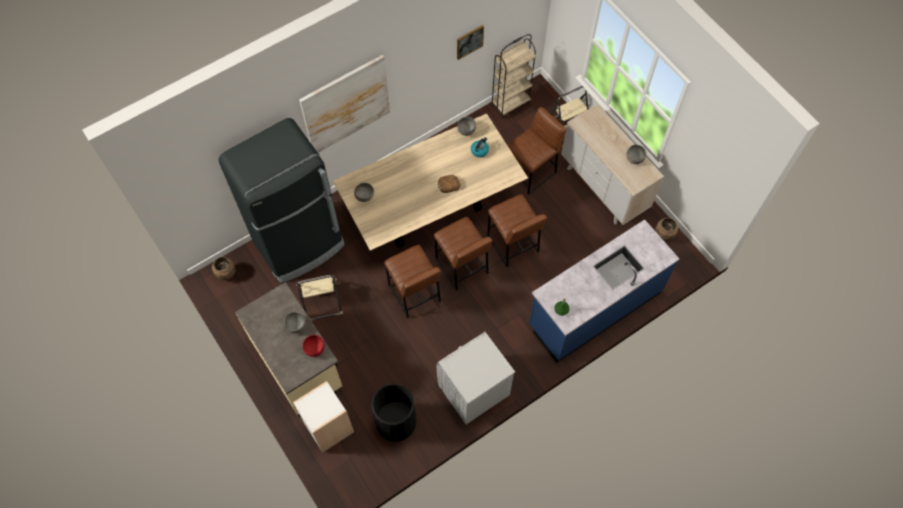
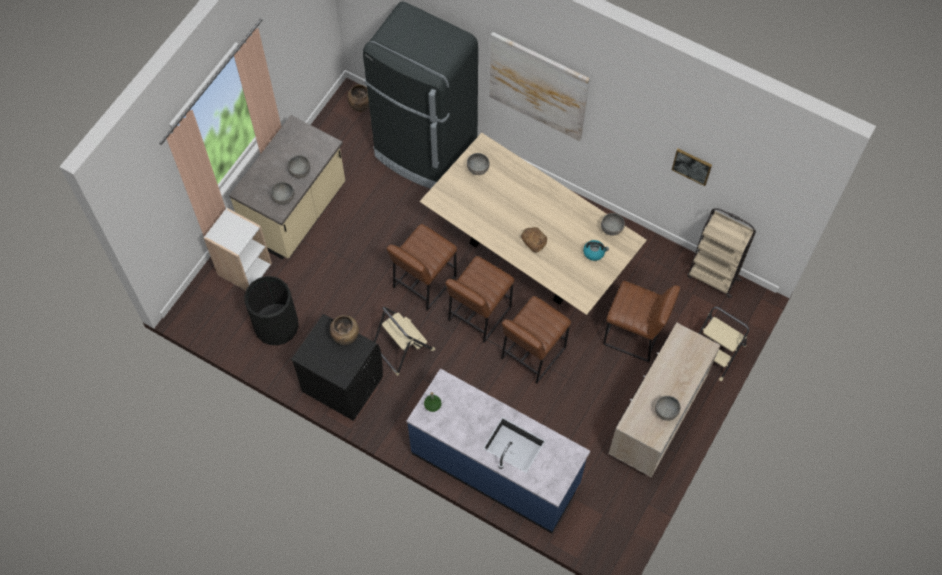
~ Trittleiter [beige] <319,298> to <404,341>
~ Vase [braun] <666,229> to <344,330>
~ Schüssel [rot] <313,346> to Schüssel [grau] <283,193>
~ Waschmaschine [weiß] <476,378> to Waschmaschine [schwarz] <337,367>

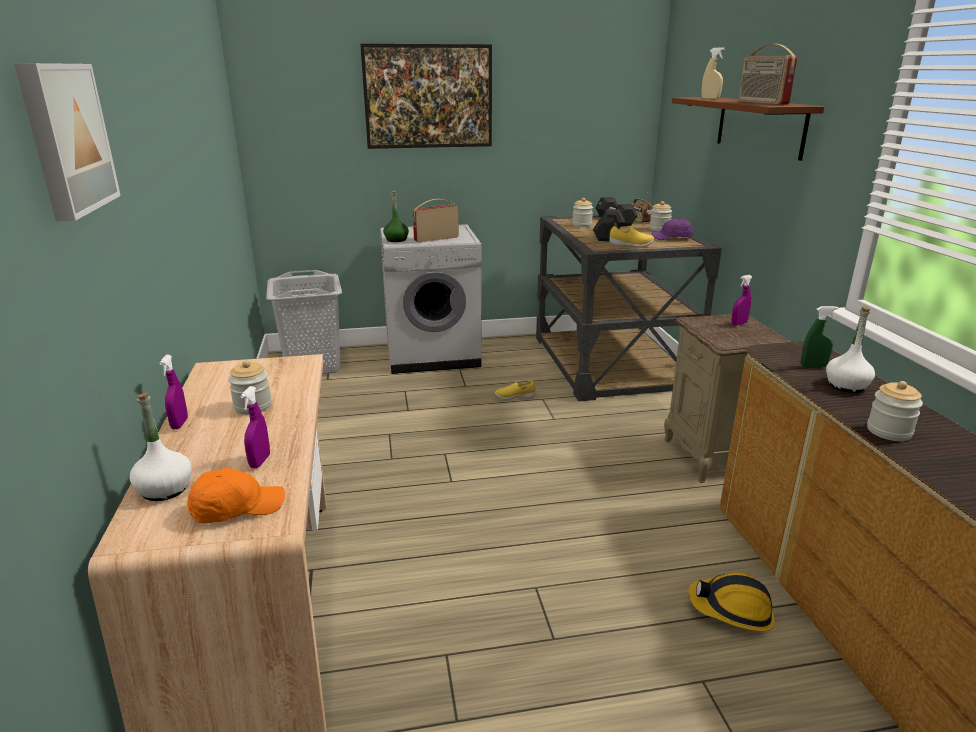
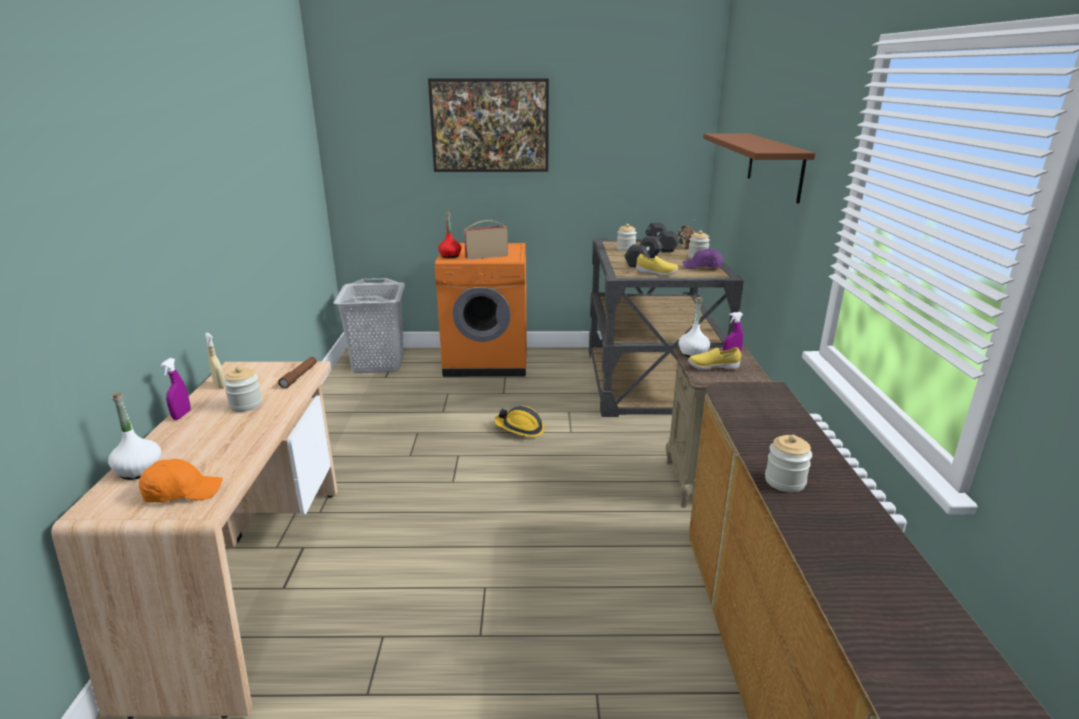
- Bild <67,142>
- Sprühflasche [lila] <255,427>
- Radio <767,74>
- Sprühflasche [grün] <819,337>
+ Taschenlampe [braun] <297,373>
~ Schuh [gelb] <515,390> to <714,358>
~ Schutzhelm <732,602> to <519,421>
~ Sprühflasche [beige] <713,73> to <215,360>
~ Flasche [weiß] <850,349> to <694,327>
~ Waschmaschine [weiß] <431,299> to Waschmaschine [orange] <480,310>
~ Flasche [grün] <396,216> to Flasche [rot] <449,235>

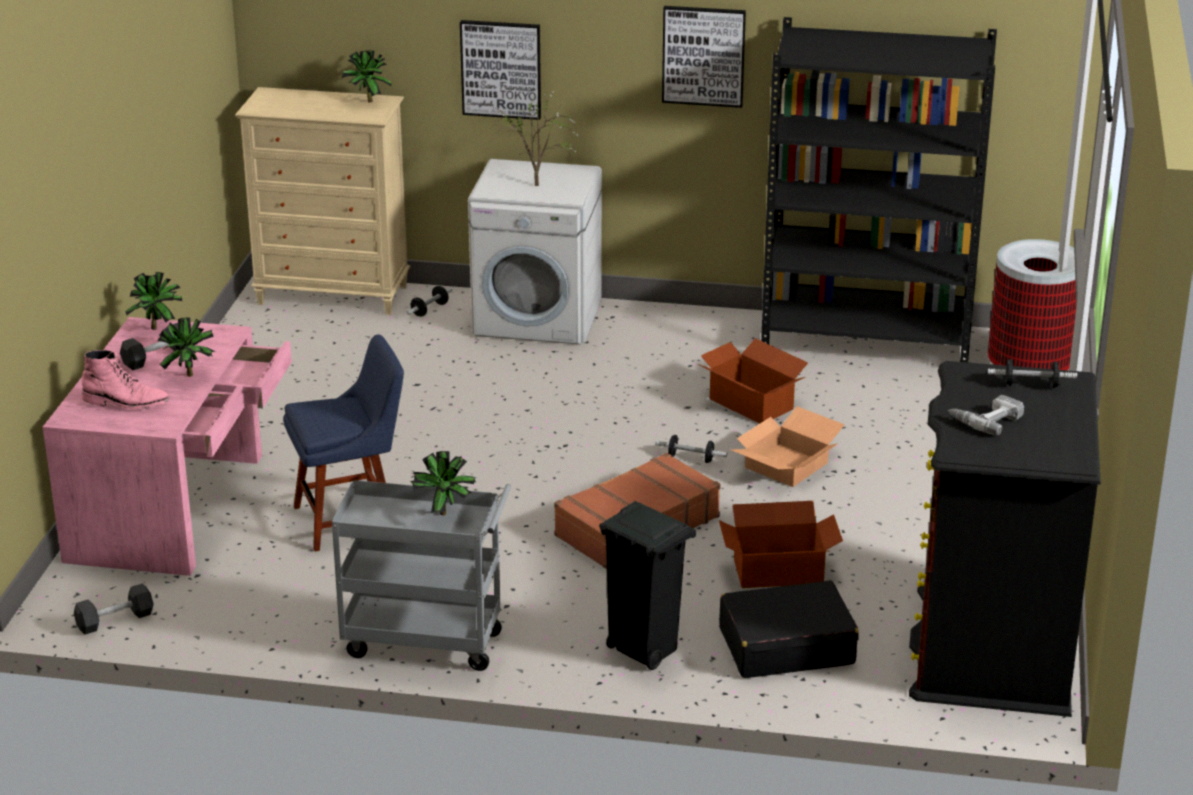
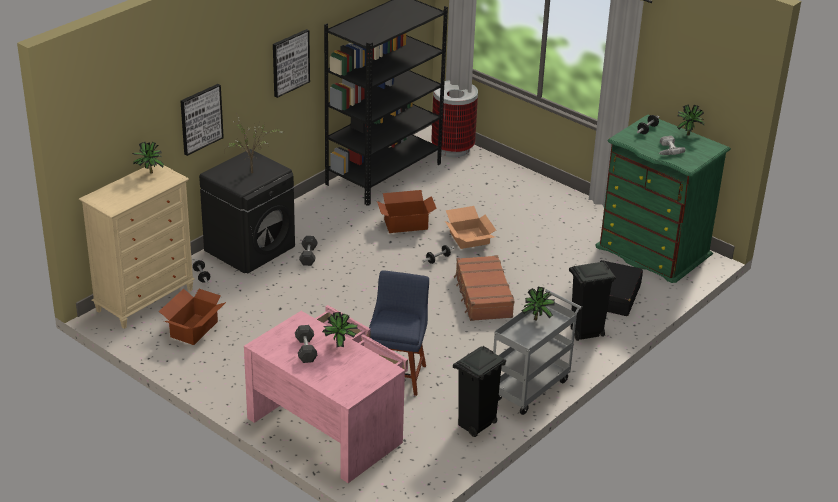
- Stiefel [rosa] <126,379>
+ Mülleimer [schwarz] <479,391>
~ Hantel [grau] <114,609> to <308,251>
~ Topfpflanze <153,301> to <691,120>
~ Karton <781,544> to <192,317>
~ Waschmaschine [weiß] <535,252> to Waschmaschine [schwarz] <247,211>
~ Kommode [schwarz] <1005,539> to Kommode [grün] <663,198>

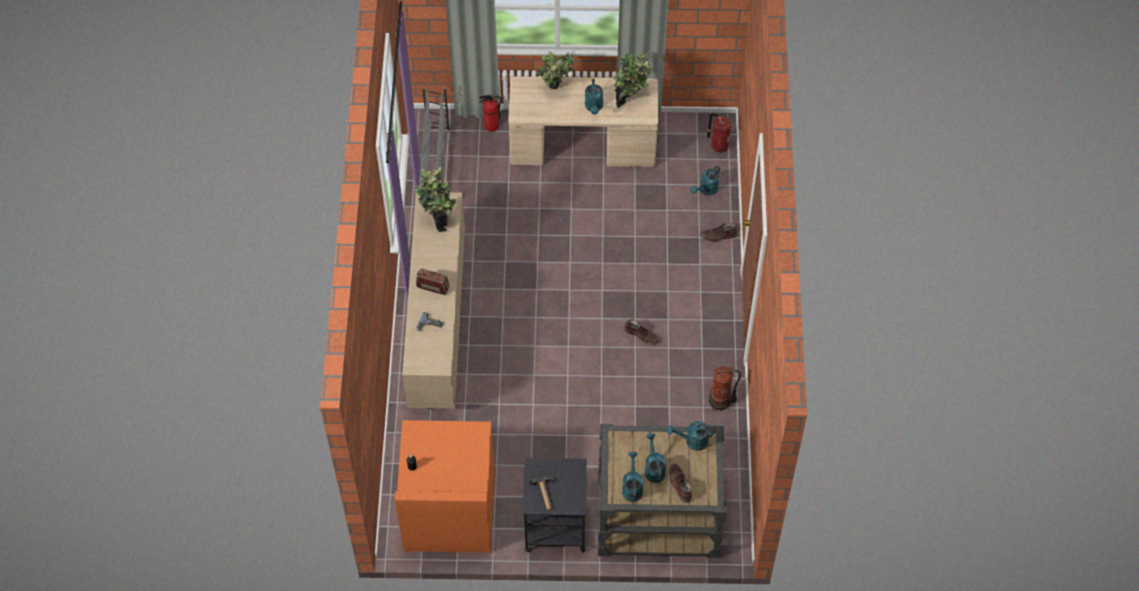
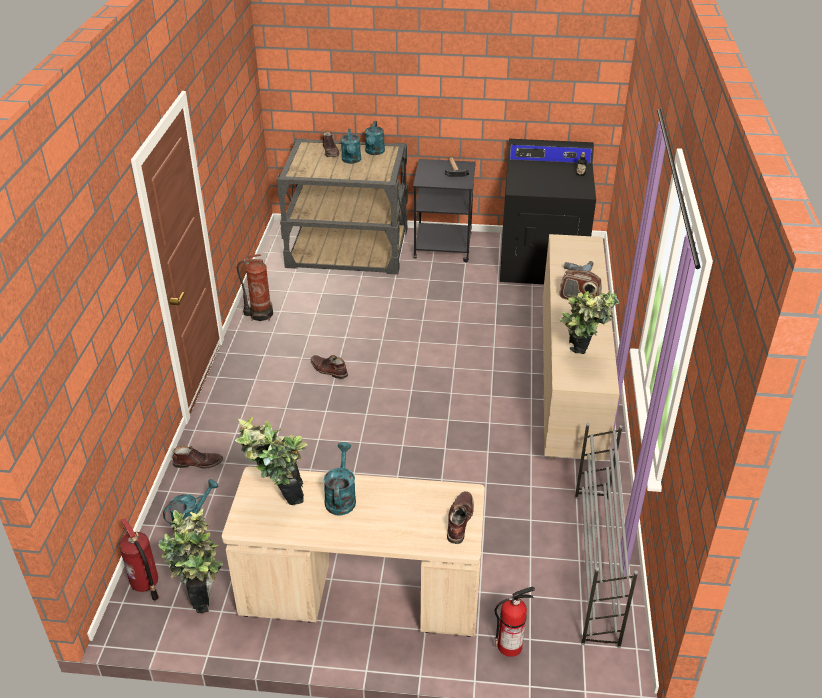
- Gießkanne [türkis] <691,435>
+ Stiefel [braun] <460,517>
~ Topfpflanze <555,70> to <190,561>
~ Waschmaschine [orange] <445,486> to Waschmaschine [schwarz] <548,211>

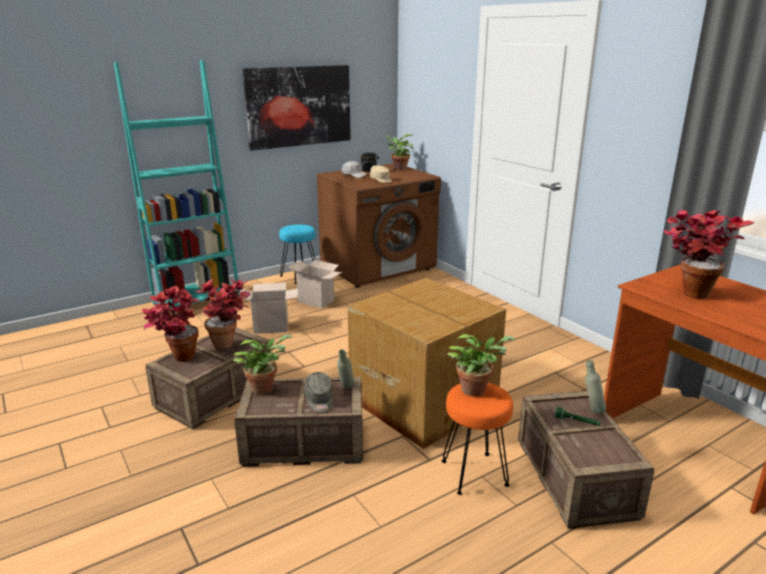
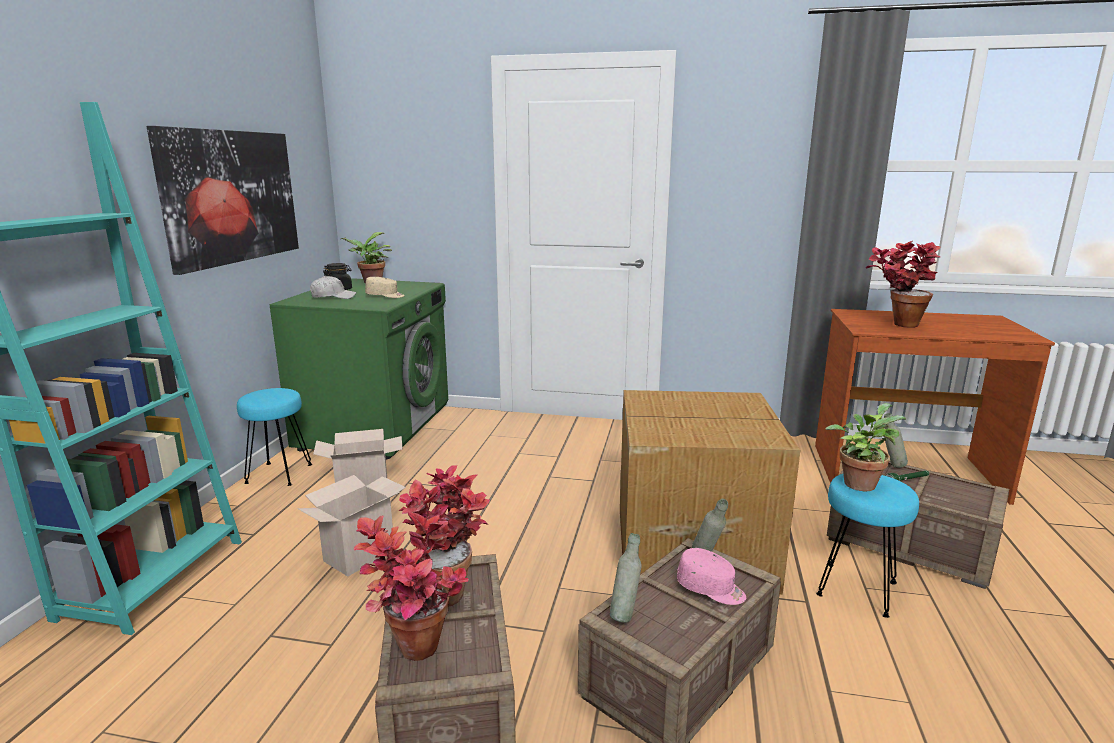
~ Topfpflanze <262,364> to Flasche [grau] <626,578>
~ Kappe [grau] <318,392> to Kappe [rosa] <711,576>
~ Waschmaschine [braun] <379,226> to Waschmaschine [grün] <359,368>
~ Hocker [orange] <477,439> to Hocker [türkis] <867,546>

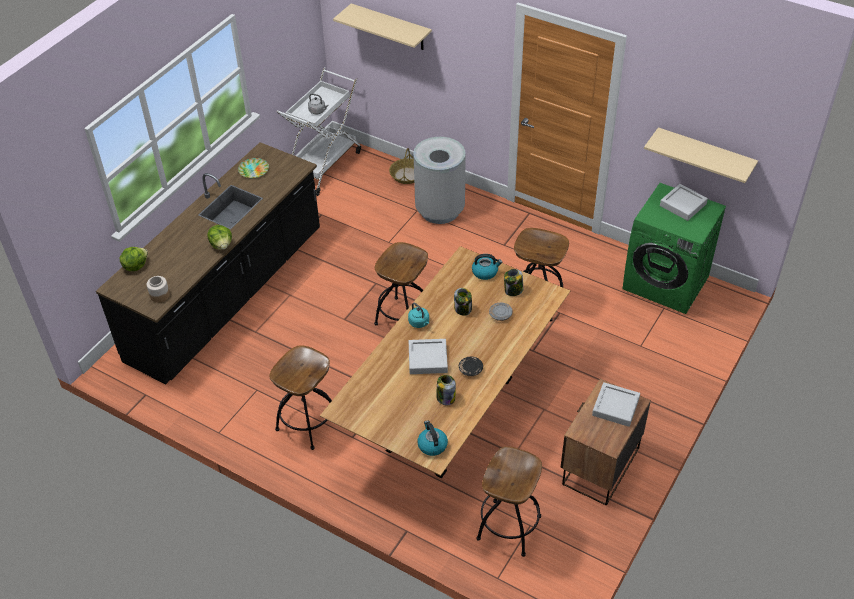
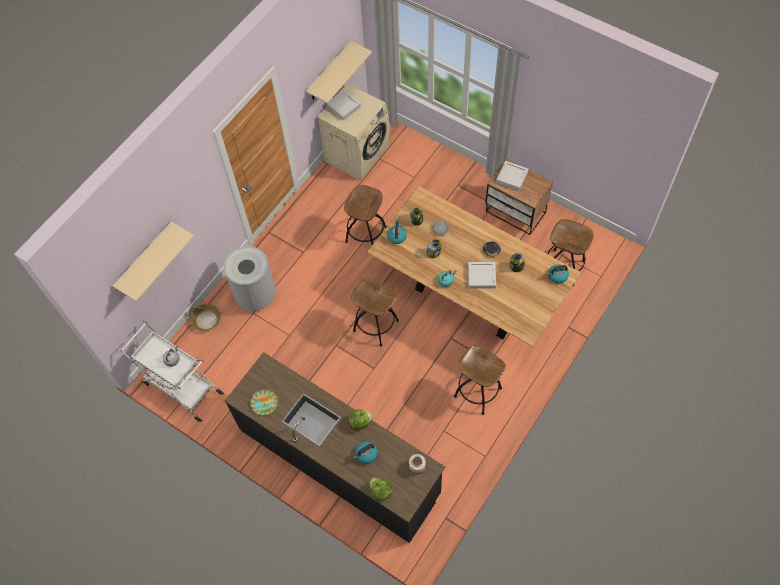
+ Wasserkessel <365,453>
~ Waschmaschine [grün] <674,248> to Waschmaschine [beige] <353,131>

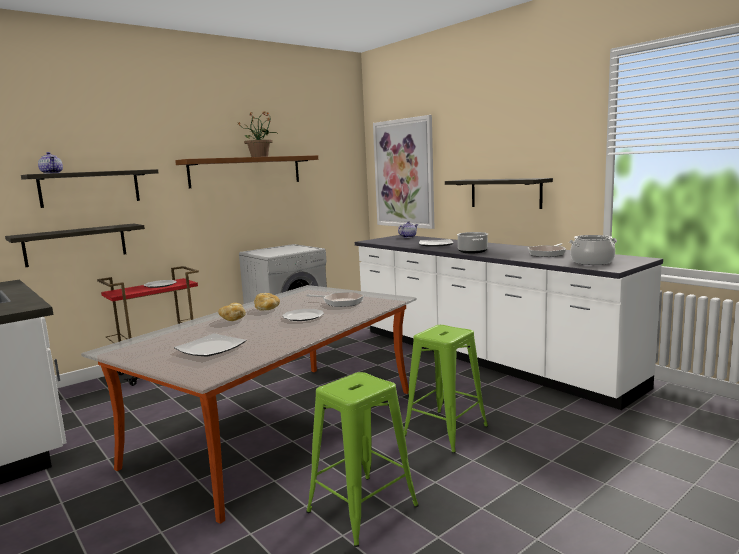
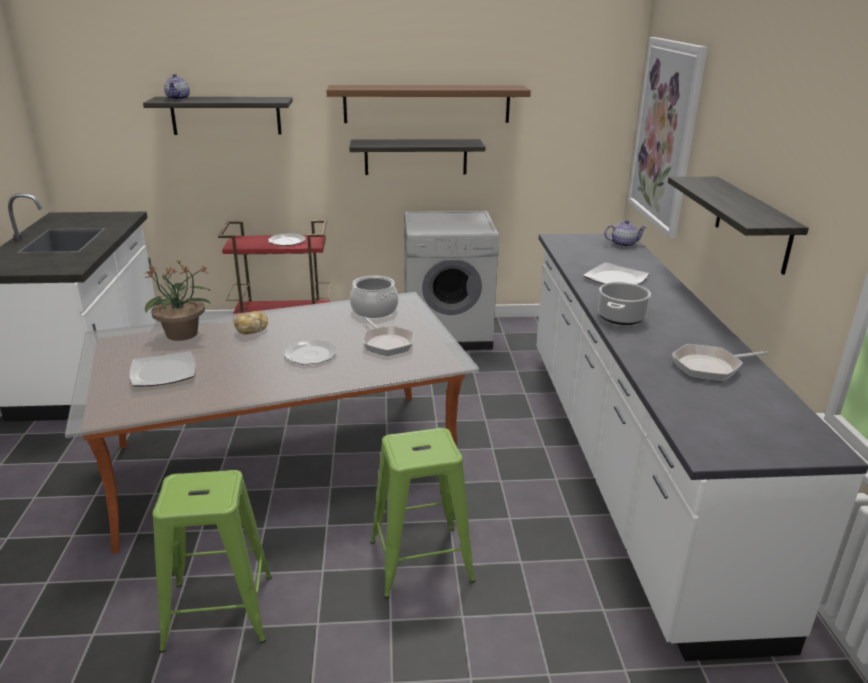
- Brot <267,301>
~ Wandregal <75,245> to <417,157>
~ Topfpflanze <258,134> to <177,300>
~ Kochtopf <593,250> to <374,297>

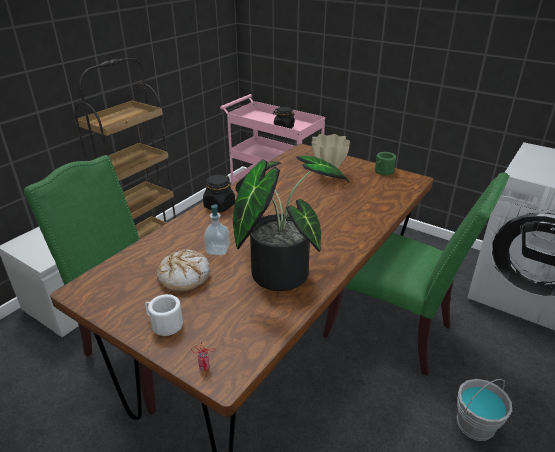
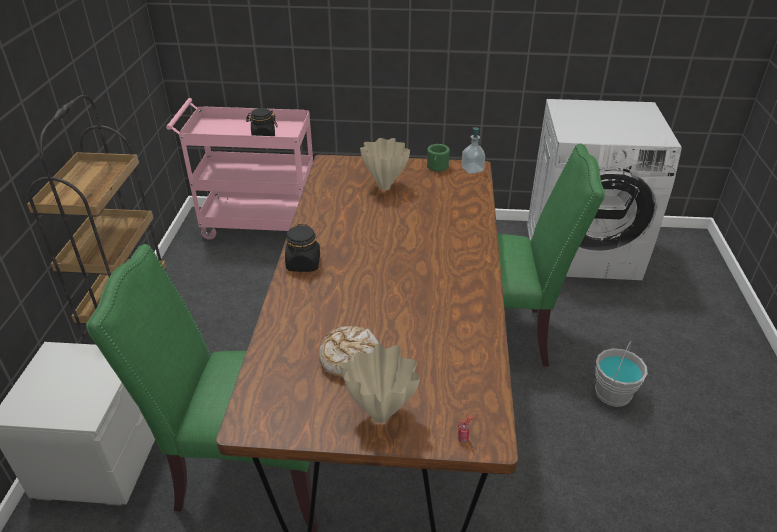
- Topfpflanze <291,223>
~ Seifenspender <217,229> to <473,150>
~ Henkelbecher [weiß] <164,315> to Vase [beige] <379,383>

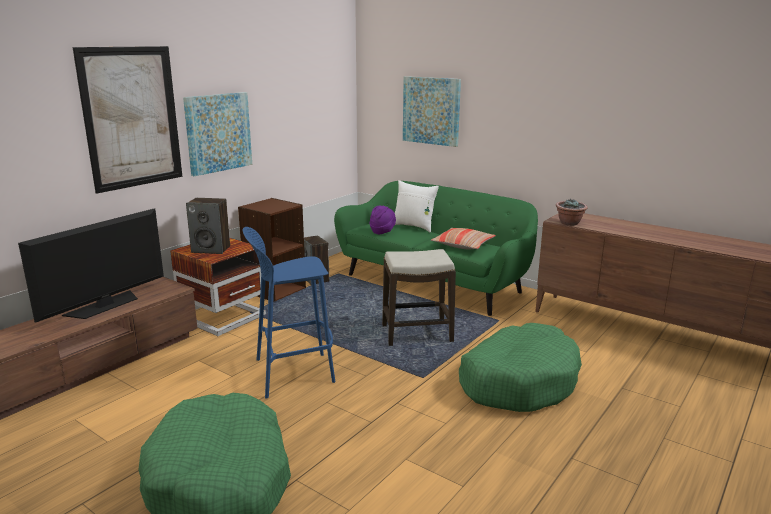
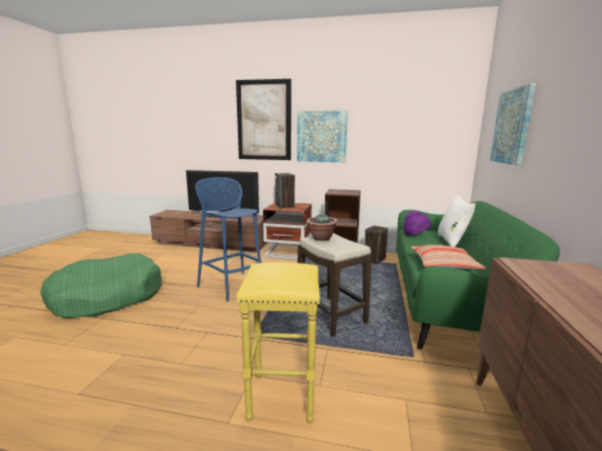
~ Topfpflanze <572,212> to <322,227>
~ Hundebett [grün] <520,367> to Hocker [gelb] <278,342>

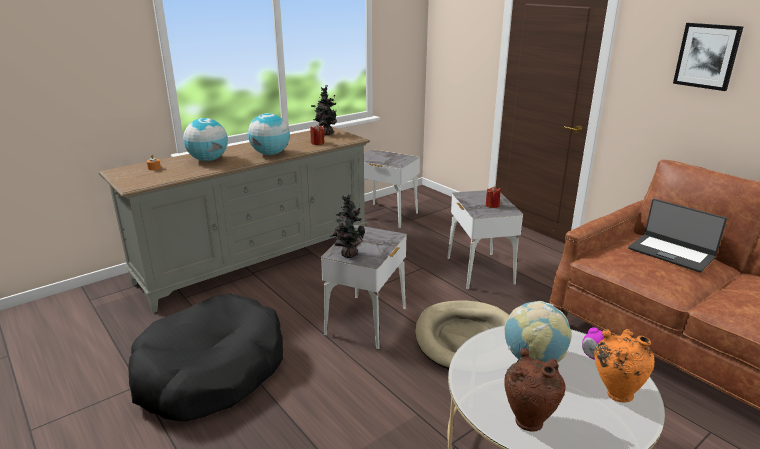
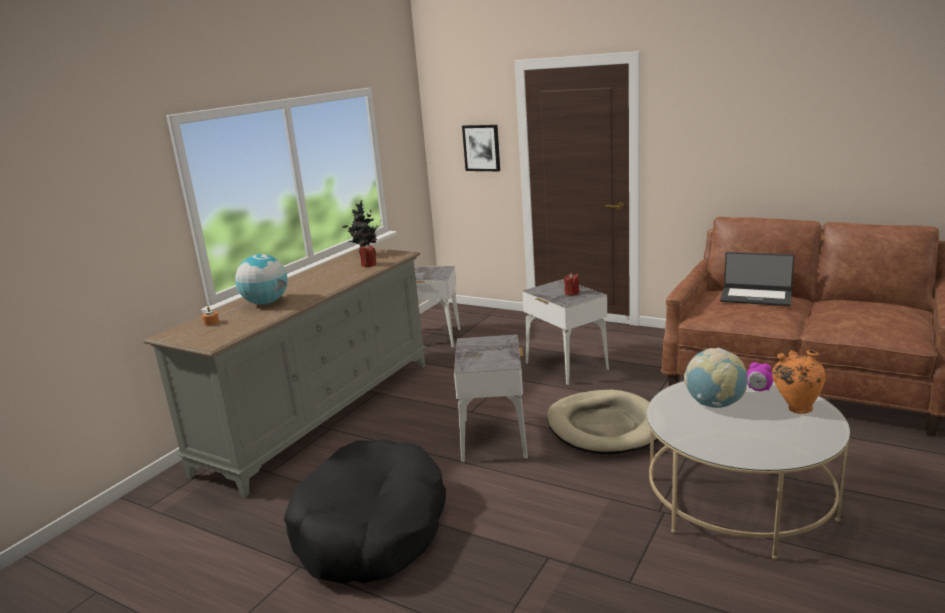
- Globus <269,134>
- Topfpflanze <347,226>
- Vase [braun] <534,390>
~ Bild <708,57> to <481,148>

